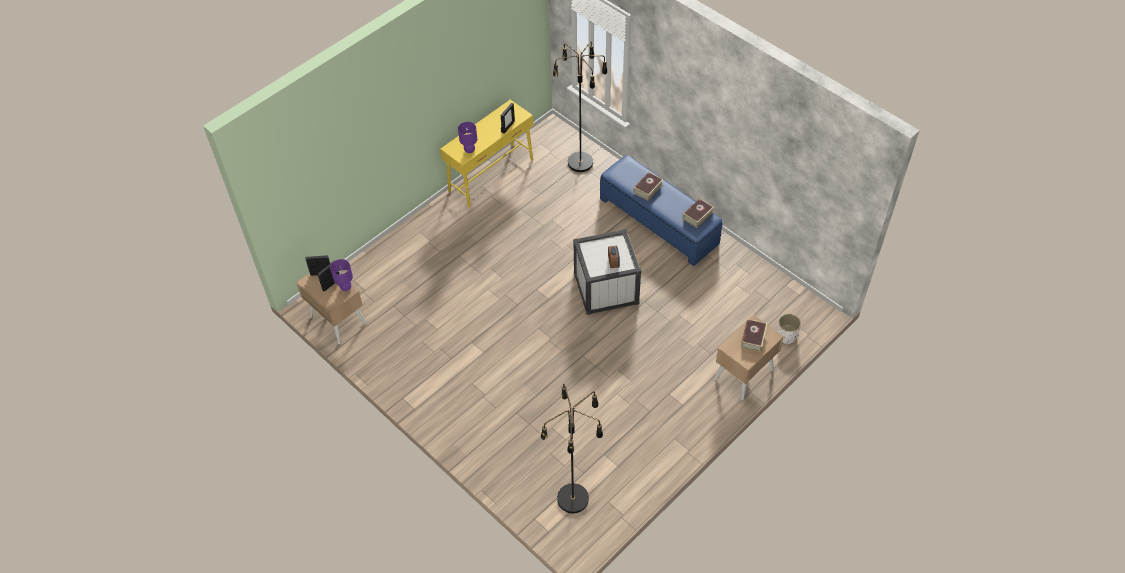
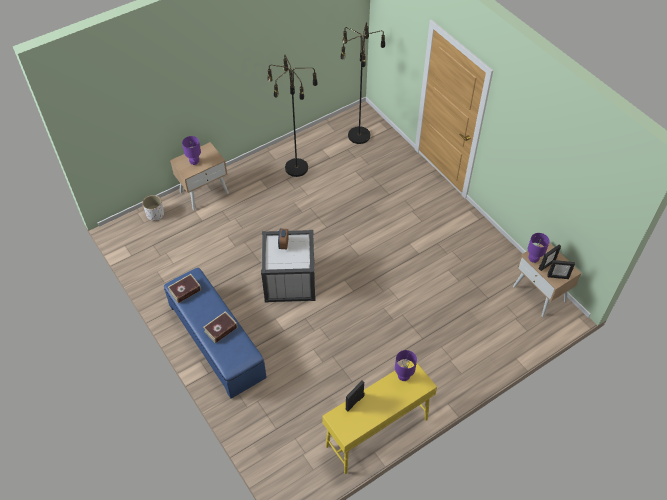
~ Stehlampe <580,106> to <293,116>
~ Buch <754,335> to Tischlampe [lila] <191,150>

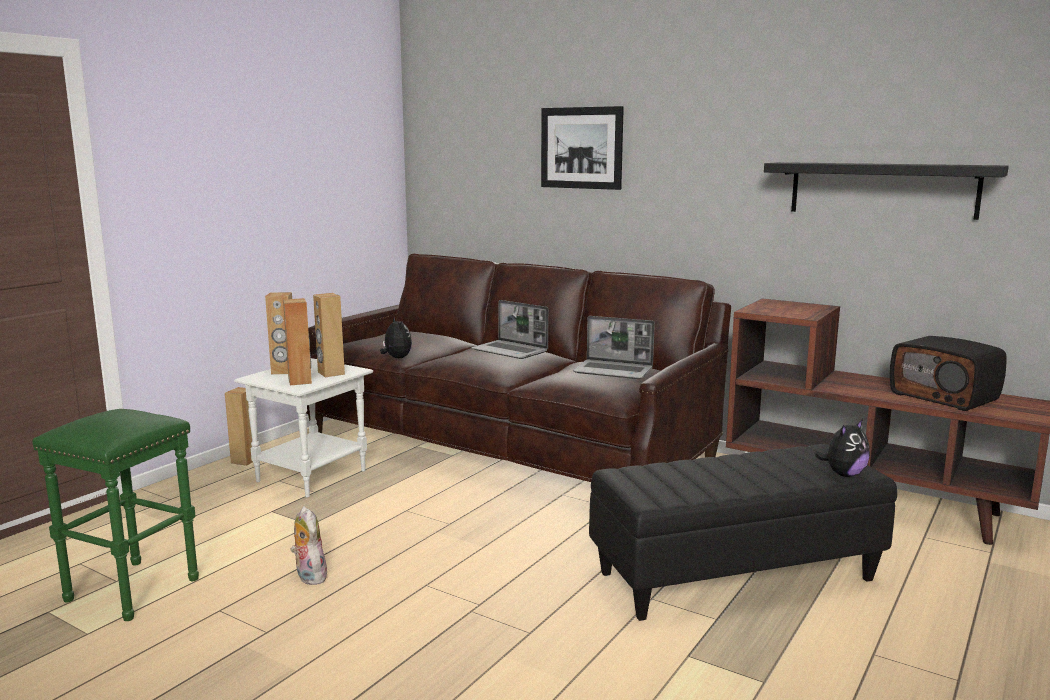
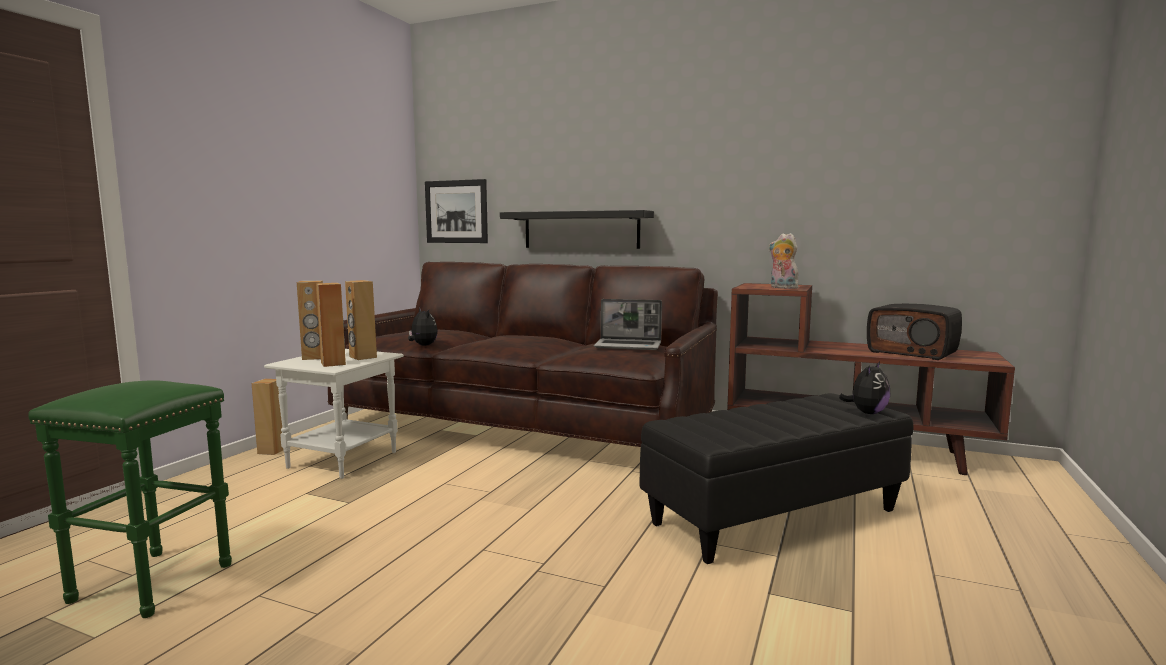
- Laptop <509,329>
~ Plüschtier <308,545> to <783,261>
~ Bild <582,148> to <456,211>
~ Wandregal [schwarz] <886,191> to <577,229>

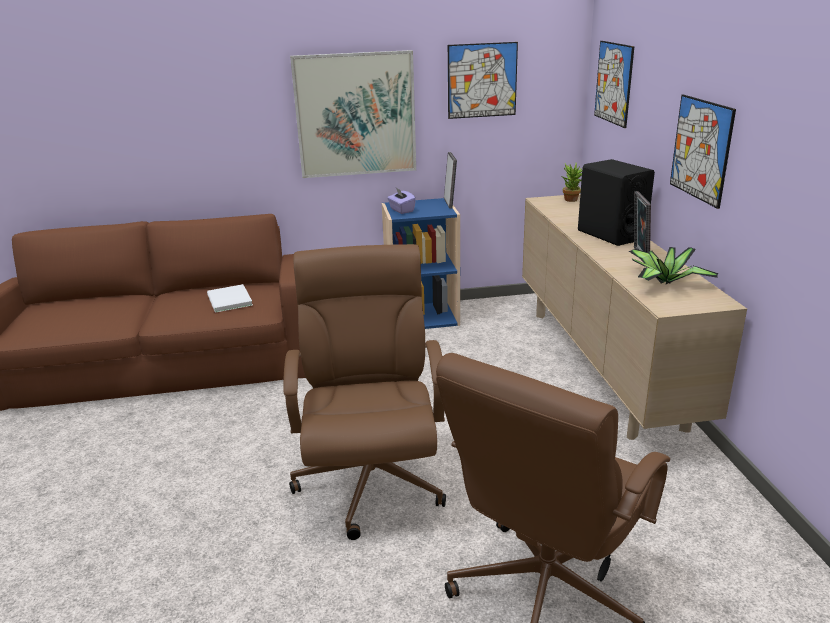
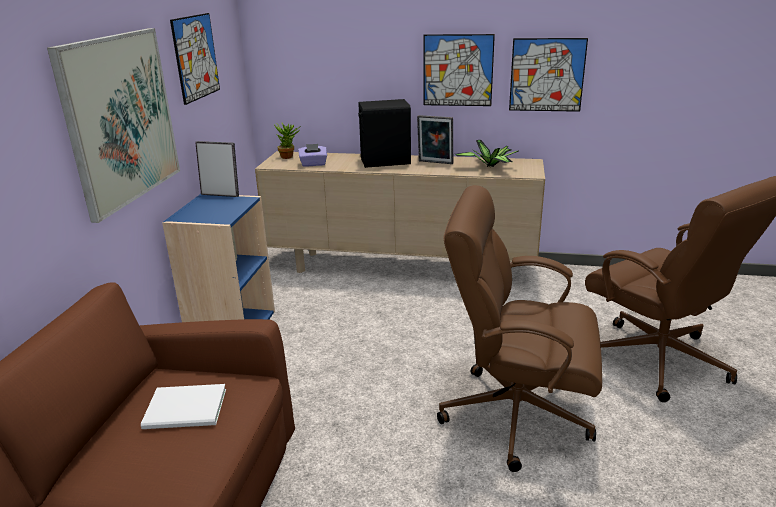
~ Taschentuchbox [lila] <401,201> to <312,155>
~ Bild <614,84> to <548,75>

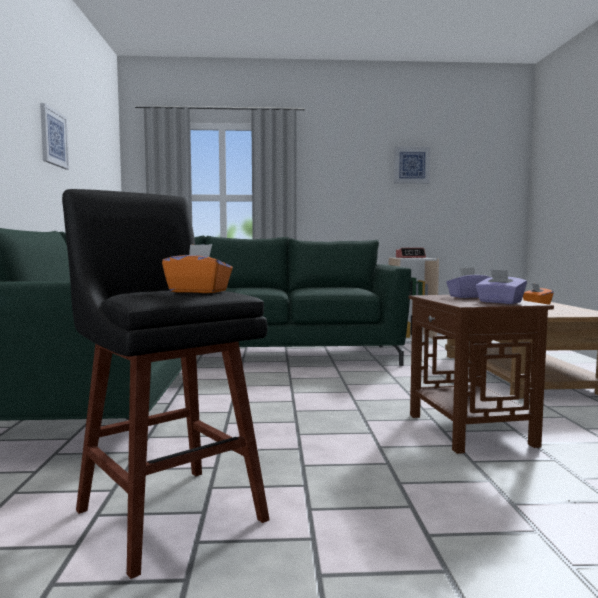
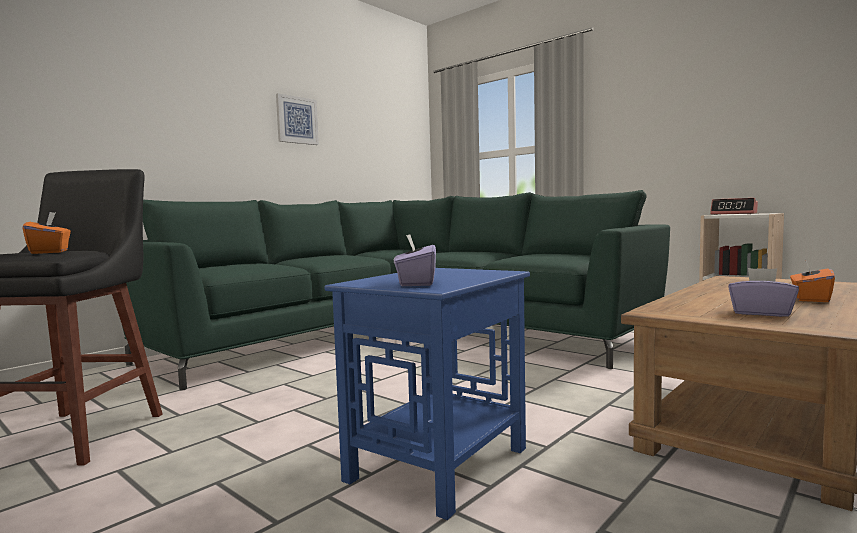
- Bild <412,164>
~ Taschentuchbox [lila] <468,282> to <763,292>
~ Beistelltisch [braun] <481,374> to Beistelltisch [blau] <427,394>

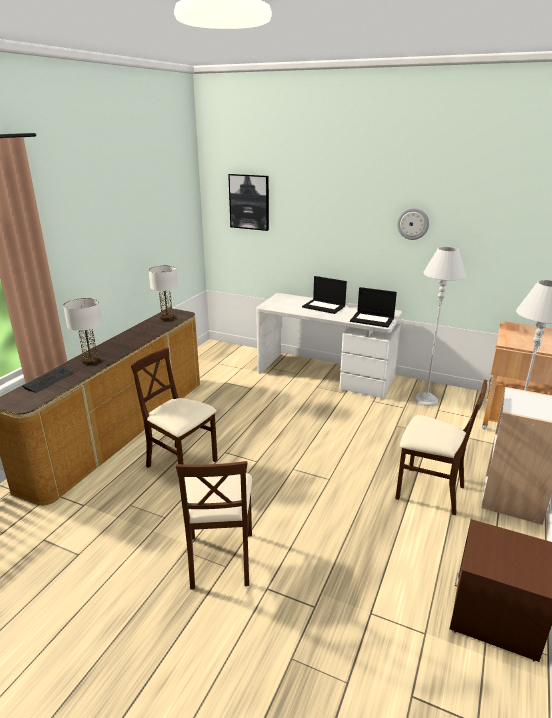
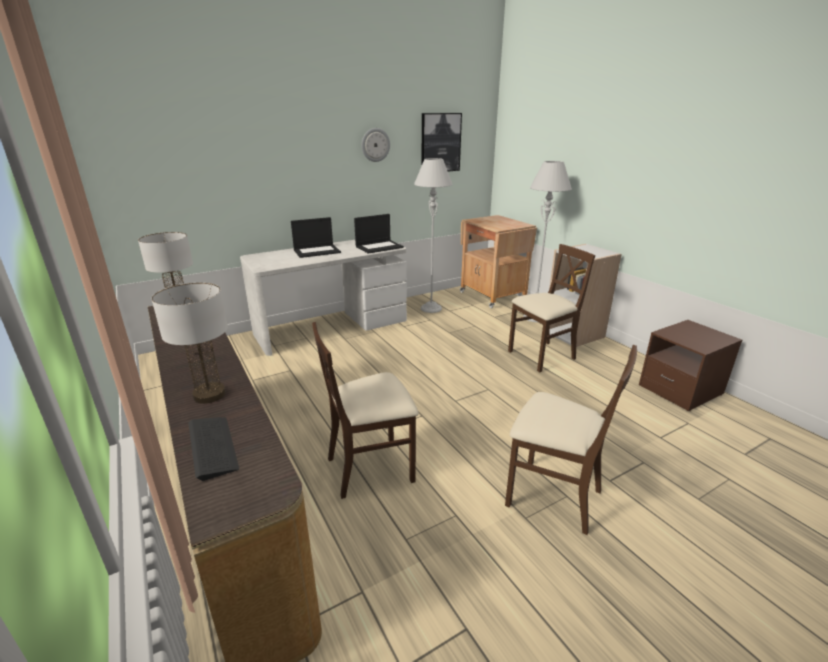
~ Bild <248,202> to <441,142>

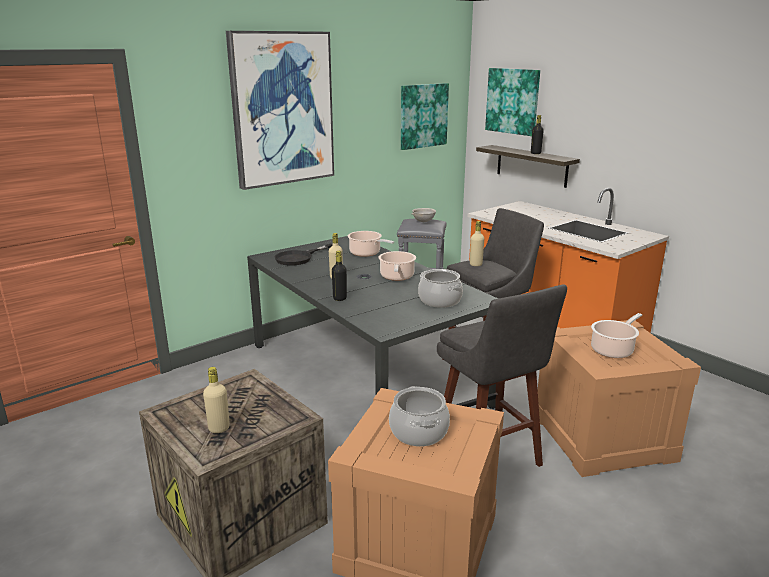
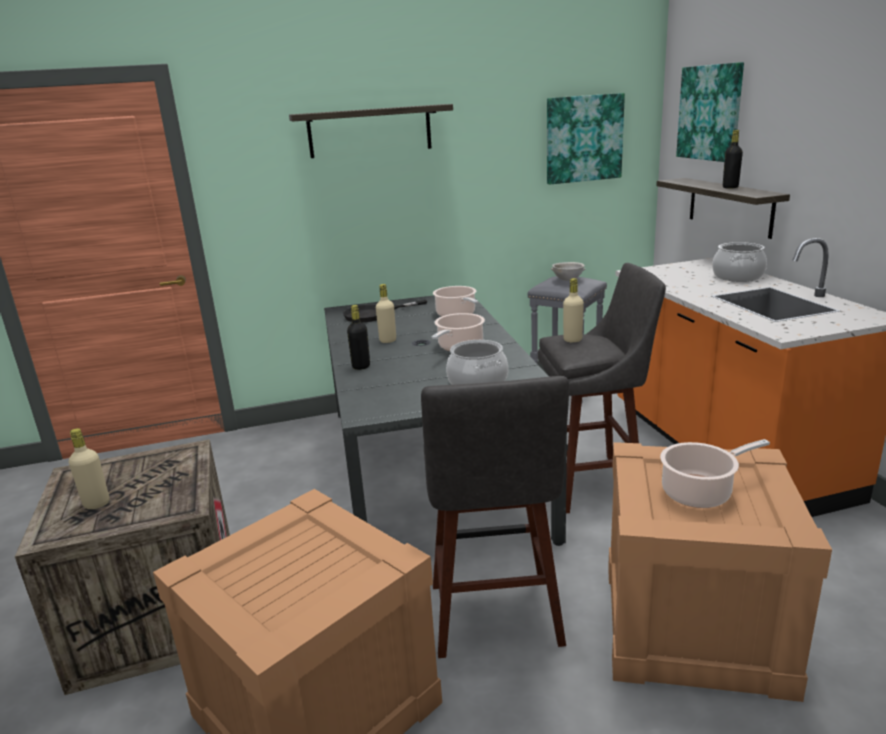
~ Kochtopf <419,416> to <739,262>
~ Bild <280,110> to Wandregal <371,131>

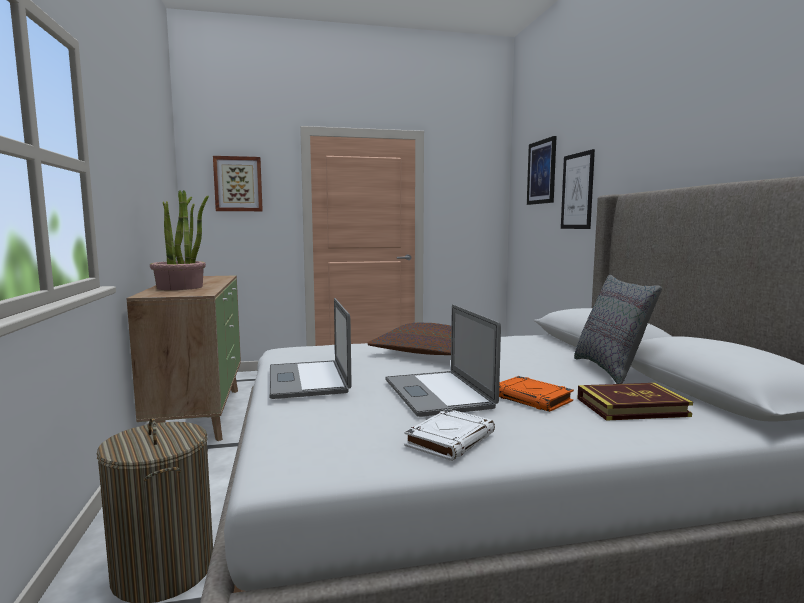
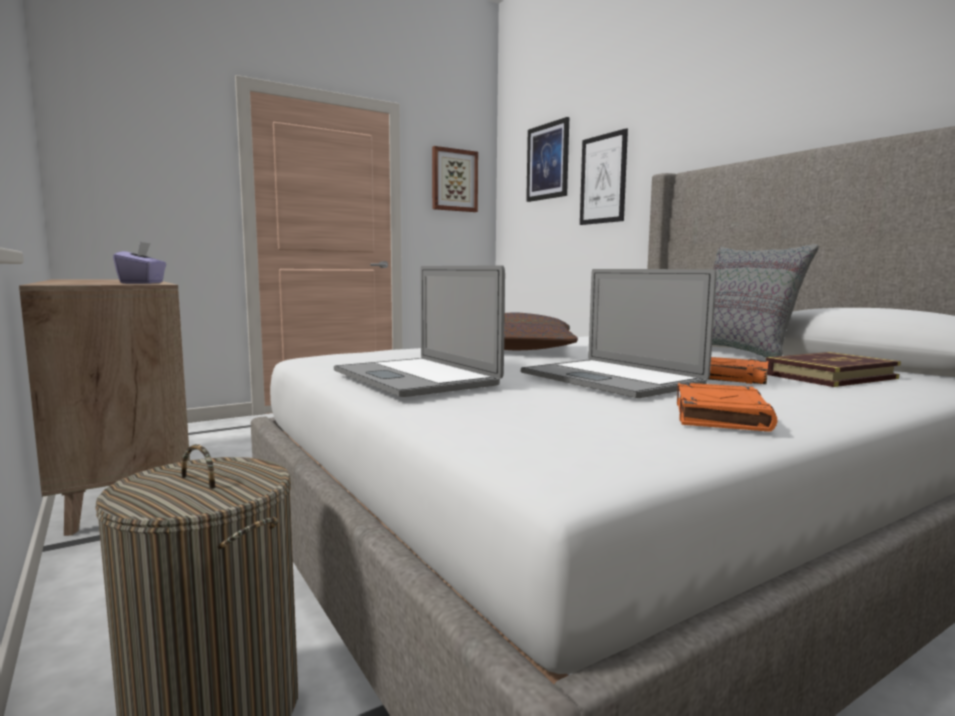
- Topfpflanze <179,240>
+ Taschentuchbox [lila] <140,263>
~ Bild <238,183> to <455,179>
~ Buch [weiß] <449,435> to Buch [orange] <727,407>

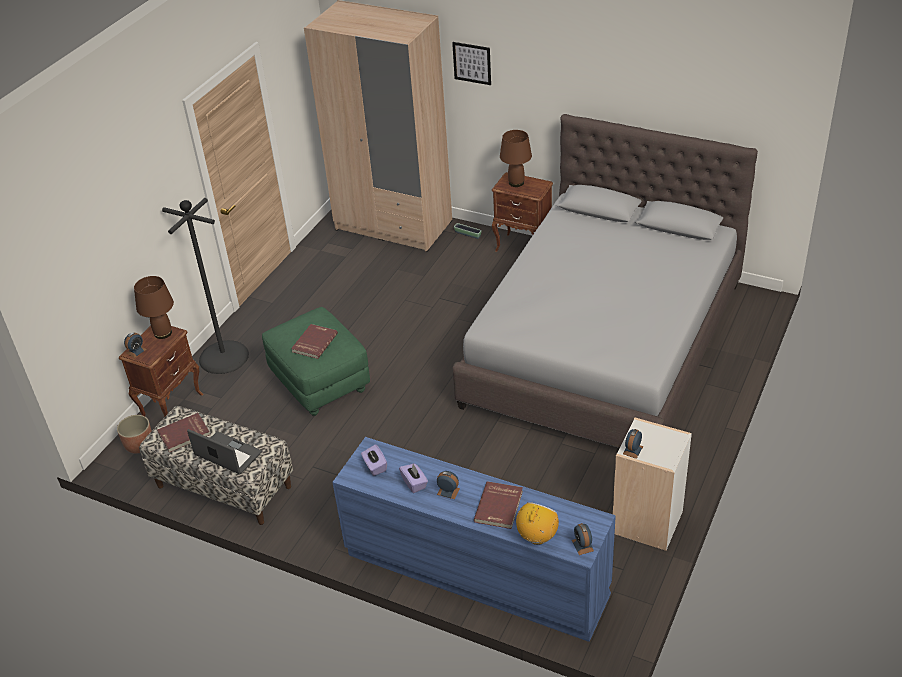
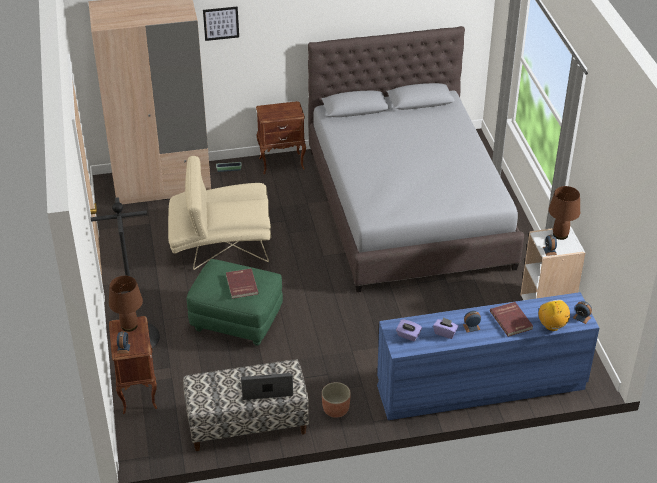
- Buch [rot] <183,433>
+ Sessel [beige] <219,213>
~ Pflanzkübel <134,434> to <336,400>
~ Tischlampe [braun] <516,158> to <564,213>

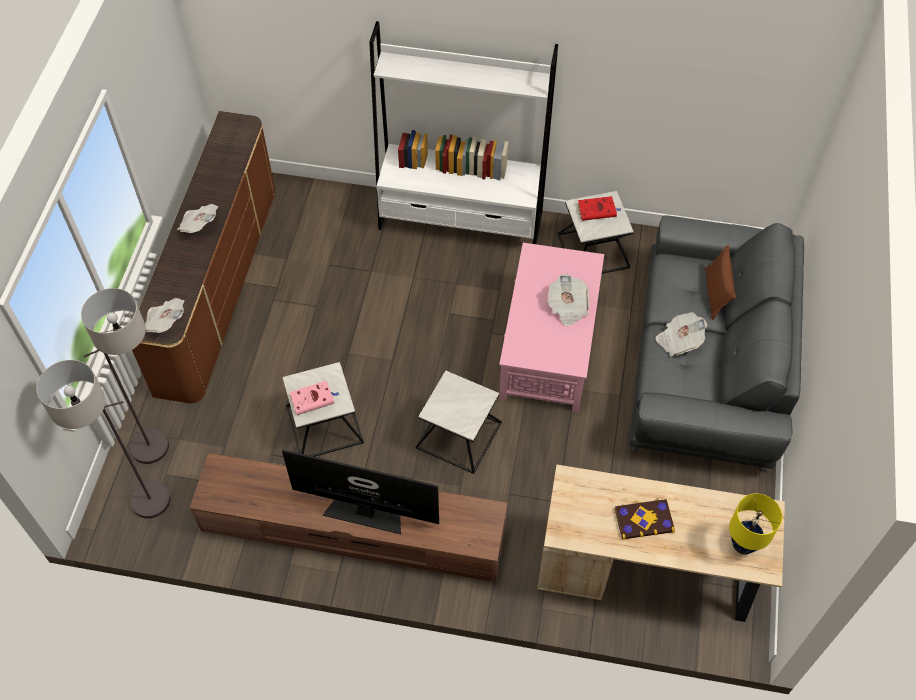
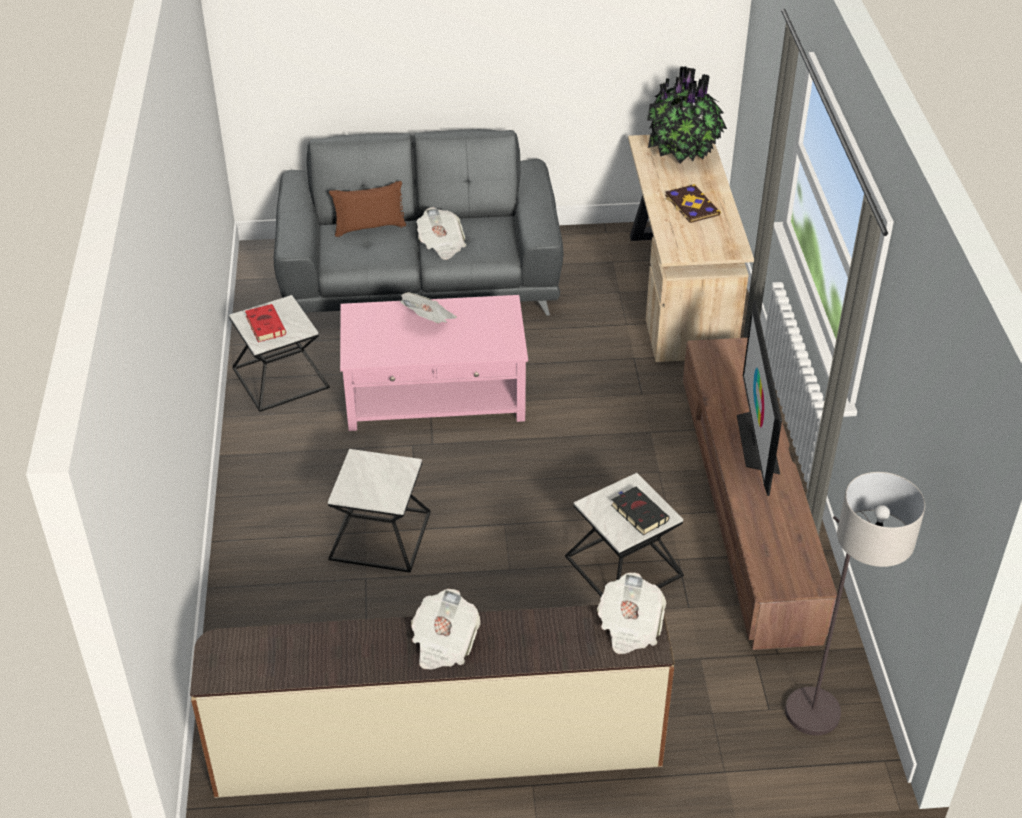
- Stehlampe [grau] <125,376>
- Bücherregal [weiß] <463,132>
~ Beistelltisch <459,422> to <379,511>
~ Tischlampe [gelb] <755,523> to Topfpflanze <687,115>
~ Buch [rosa] <315,398> to Buch [schwarz] <640,511>

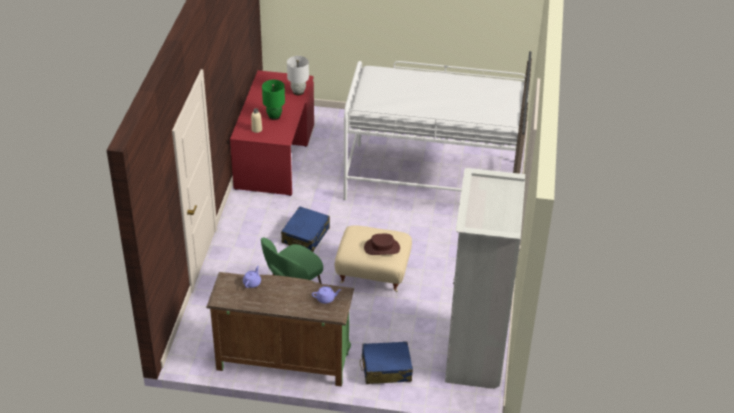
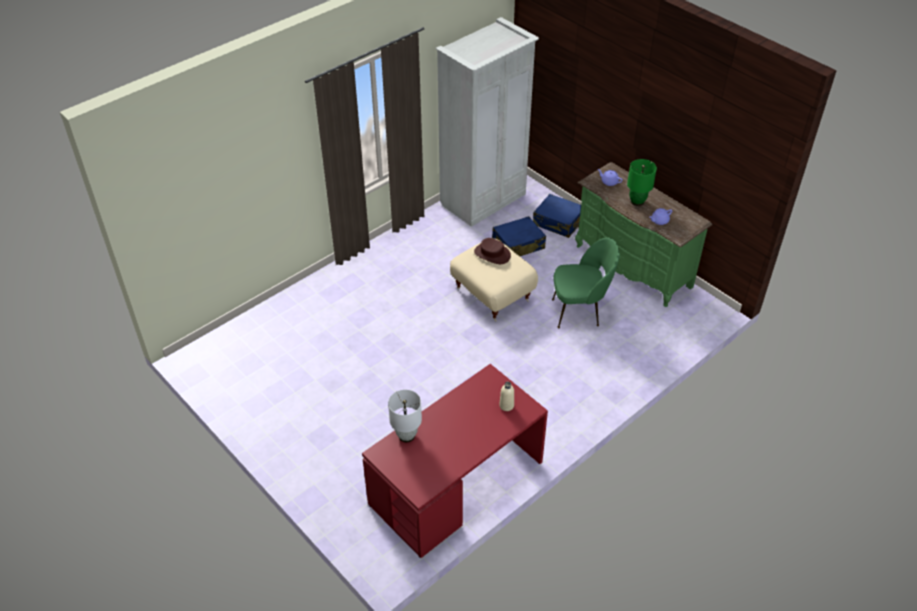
- Bett [weiß] <436,130>
~ Tischlampe [grün] <273,100> to <642,182>
~ Koffer [blau] <305,229> to <519,236>

